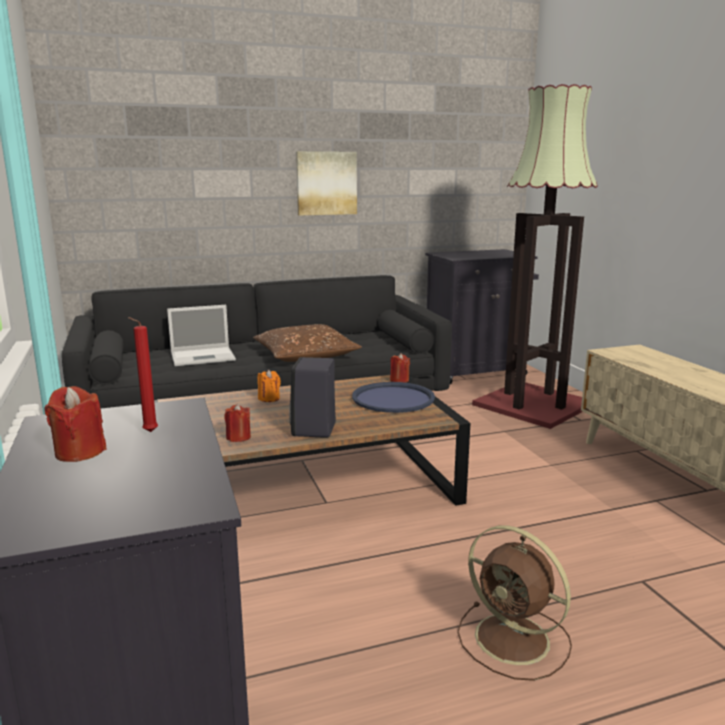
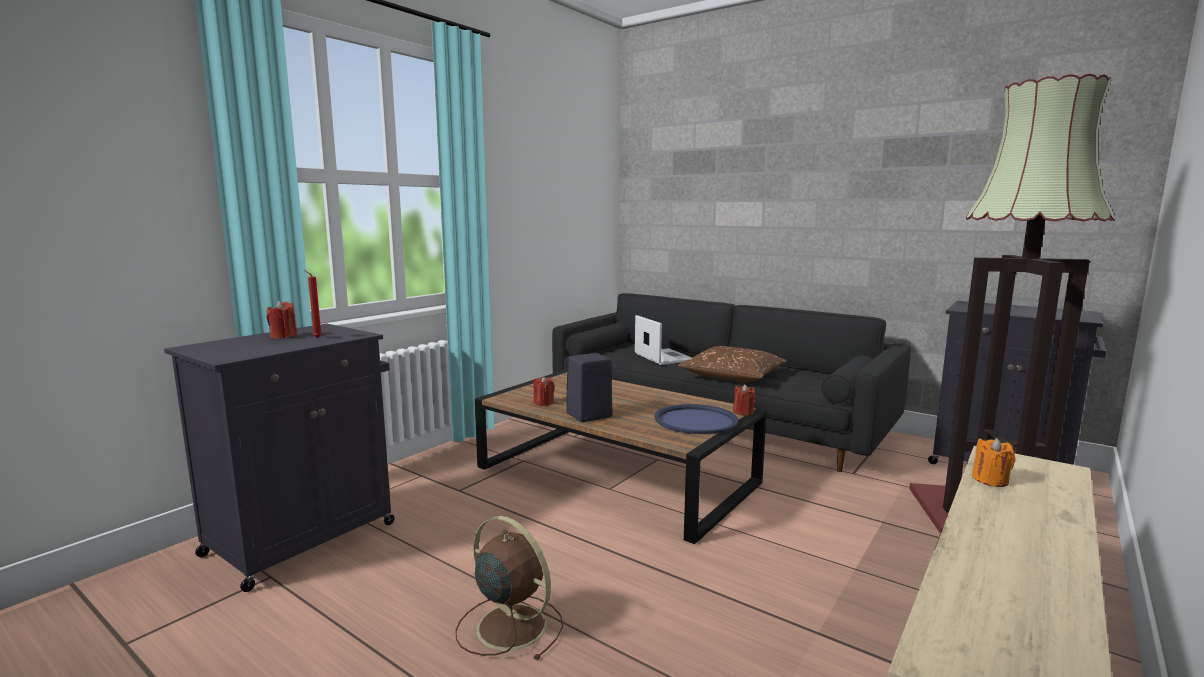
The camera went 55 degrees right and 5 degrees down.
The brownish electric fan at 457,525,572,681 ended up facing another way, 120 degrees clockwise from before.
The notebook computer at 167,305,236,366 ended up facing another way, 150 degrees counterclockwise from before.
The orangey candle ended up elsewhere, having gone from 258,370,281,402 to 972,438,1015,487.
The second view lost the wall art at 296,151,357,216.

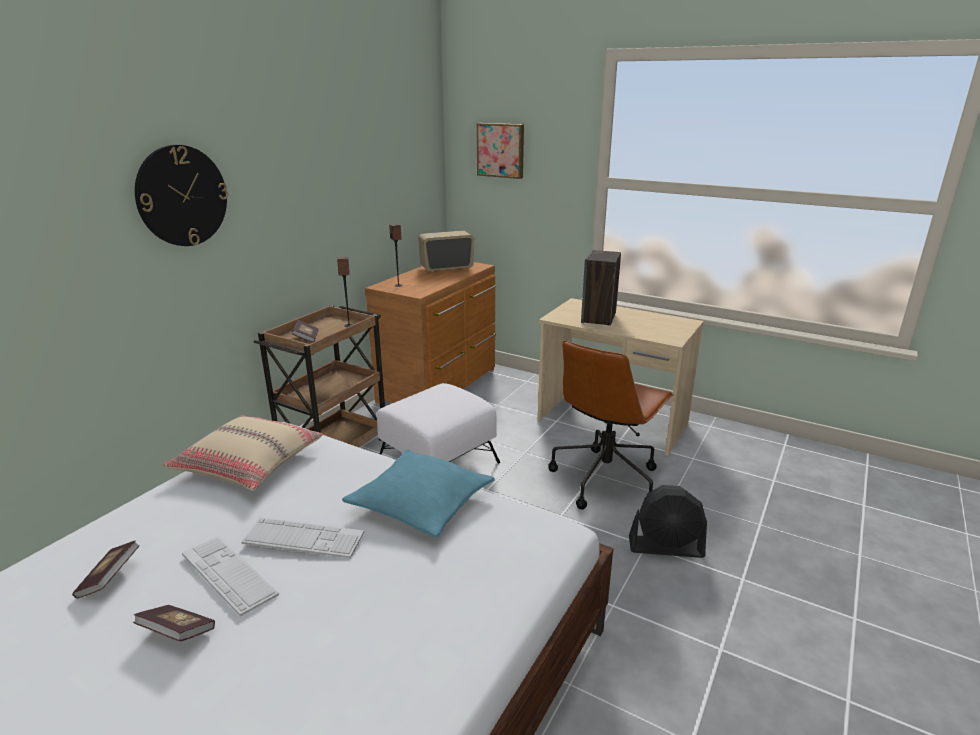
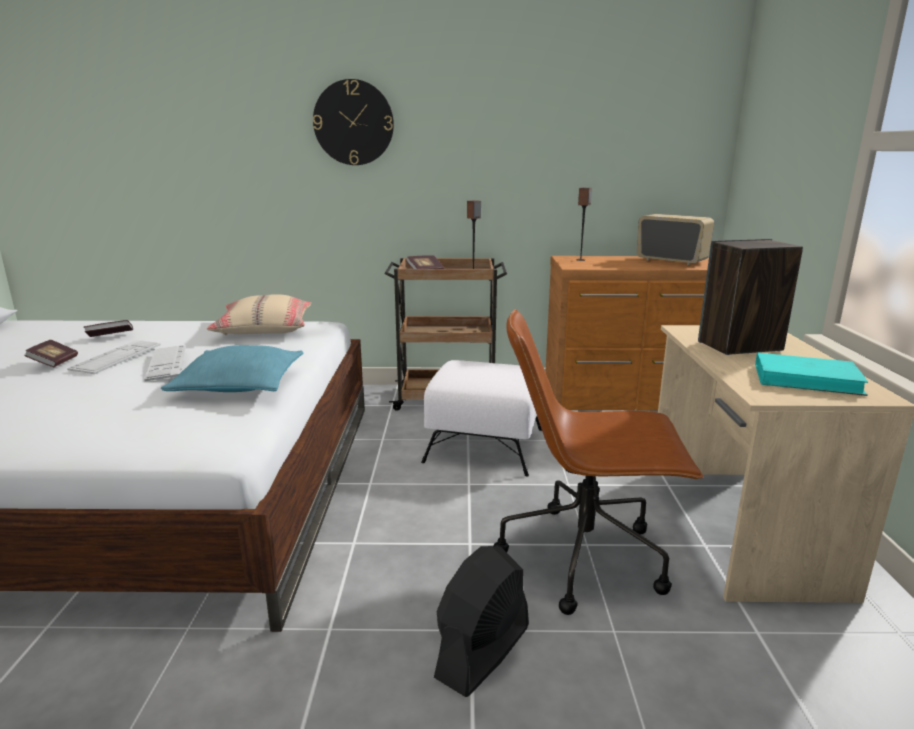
The camera went 60 degrees right and 5 degrees down.
The black electric fan at 629,485,707,558 ended up facing another way, 60 degrees clockwise from before.
The second view gained the turquoise-coloured book at 755,353,868,396.
The second view lost the wall art at 477,123,524,179.

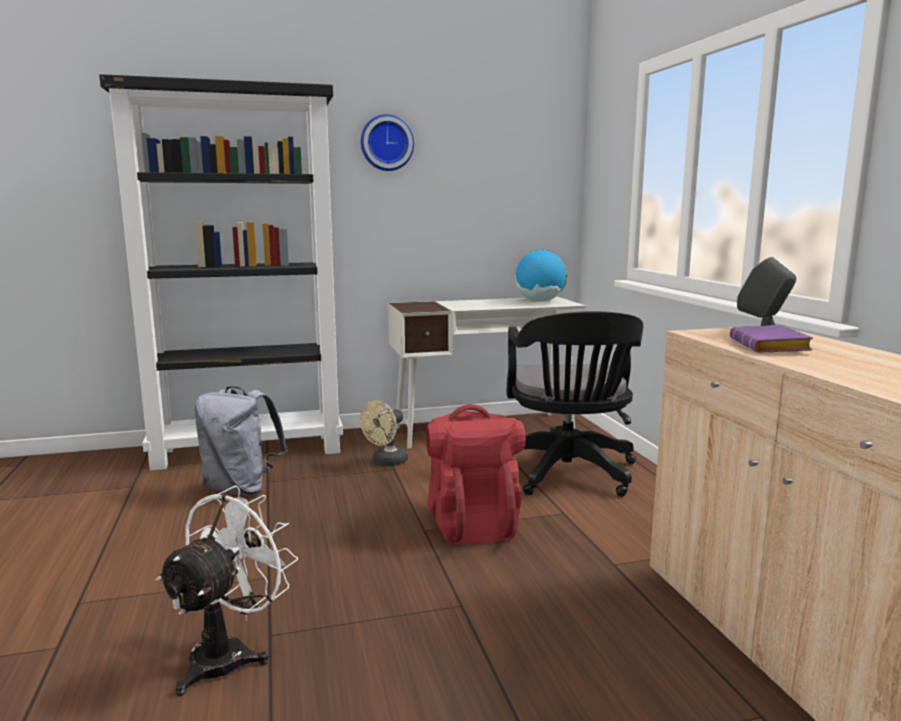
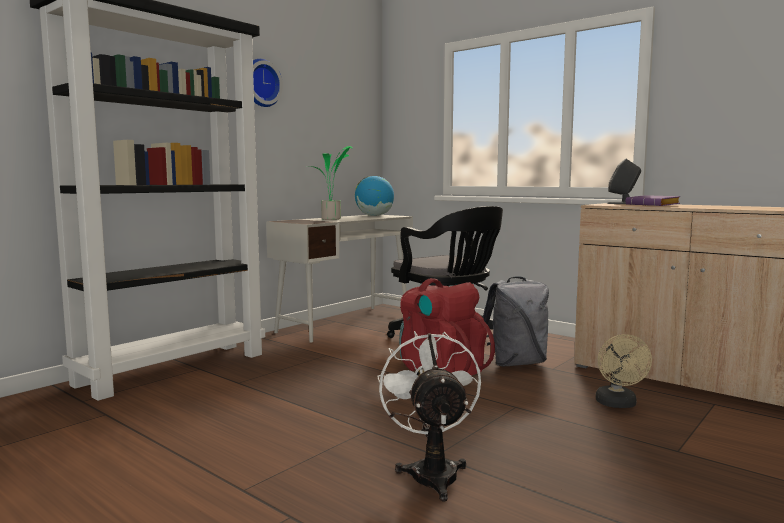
The camera went 35 degrees left and 5 degrees down.
The second view gained the houseplant at 308,146,352,220.
The grey rucksack ended up elsewhere, having gone from 194,386,288,495 to 483,276,549,367.
The sand-coloured electric fan ended up elsewhere, having gone from 360,400,408,466 to 596,334,652,408.

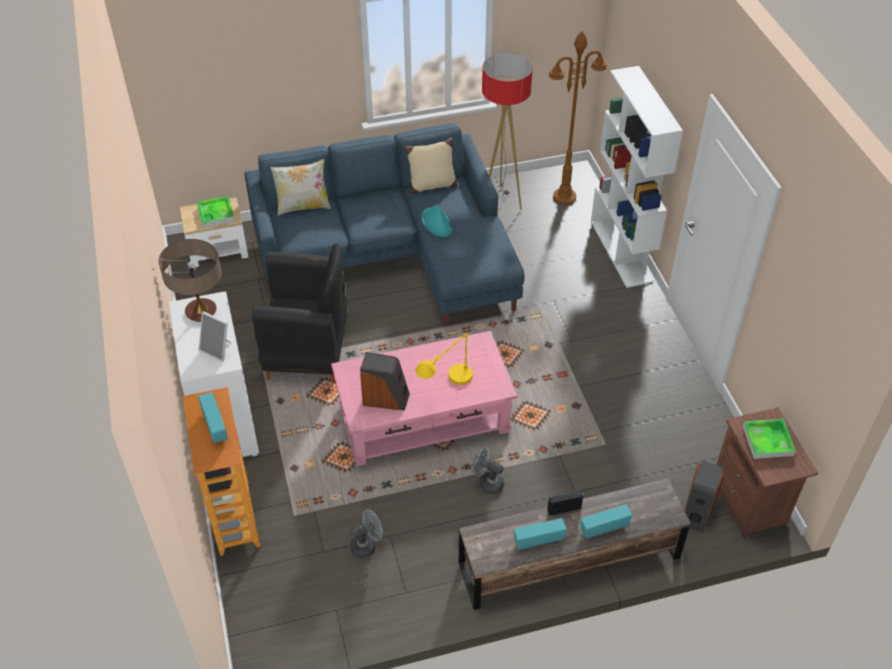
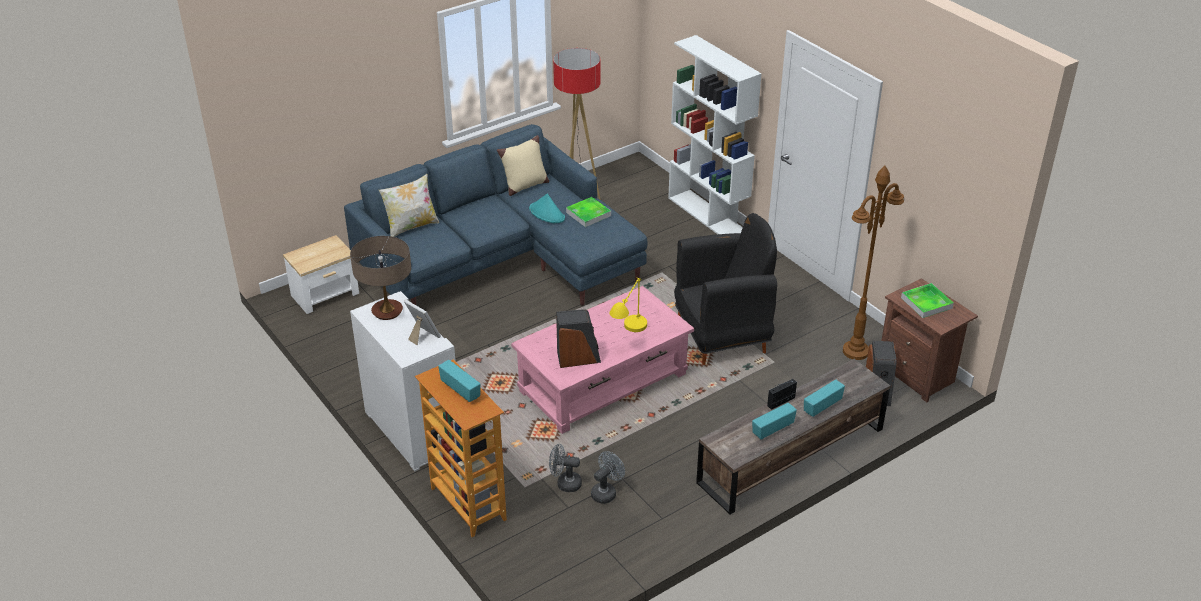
The camera went 20 degrees left and 10 degrees down.
The photo frame at 199,311,231,362 ended up facing another way, 150 degrees counterclockwise from before.
The grey electric fan ended up elsewhere, having gone from 472,446,504,494 to 549,444,582,492.
The carrying tray ended up elsewhere, having gone from 197,196,235,228 to 566,197,611,227.
The black lounge chair ended up elsewhere, having gone from 252,243,348,383 to 674,213,777,365.
The brownish standing lamp ended up elsewhere, having gone from 549,31,607,205 to 843,166,904,360.

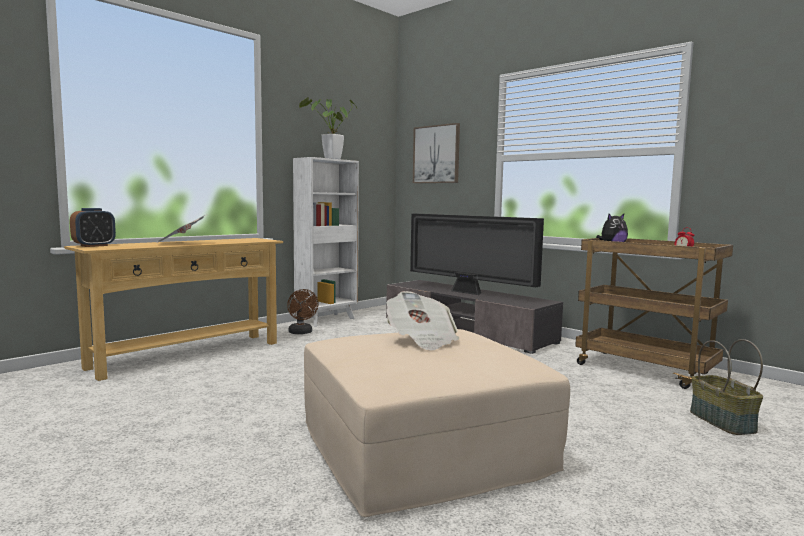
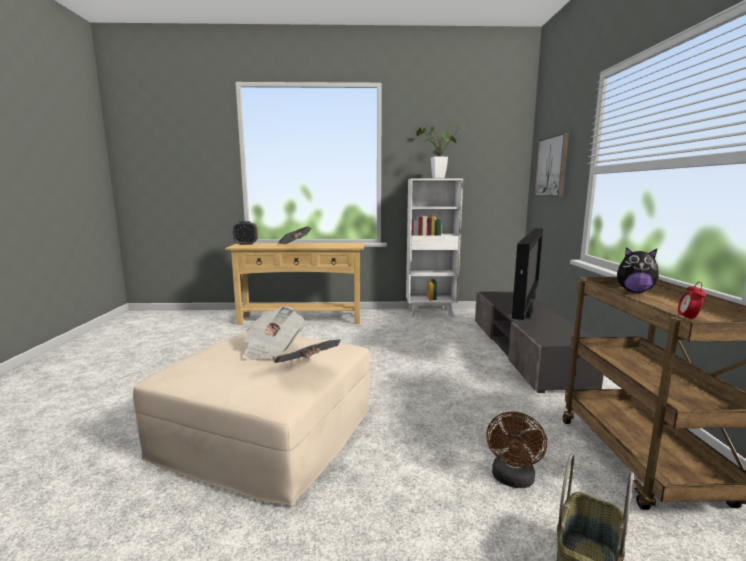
The camera went 45 degrees right and 5 degrees up.
The second view gained the newspaper at 274,340,341,363.
The brownish electric fan ended up elsewhere, having gone from 287,289,319,334 to 486,411,547,488.
The TV set at 410,214,544,295 ended up facing another way, 150 degrees counterclockwise from before.

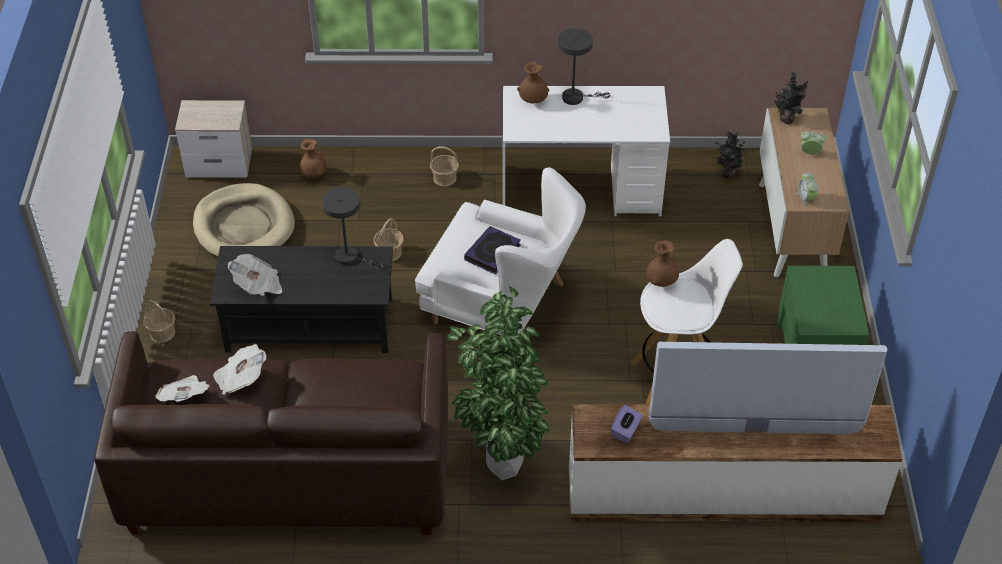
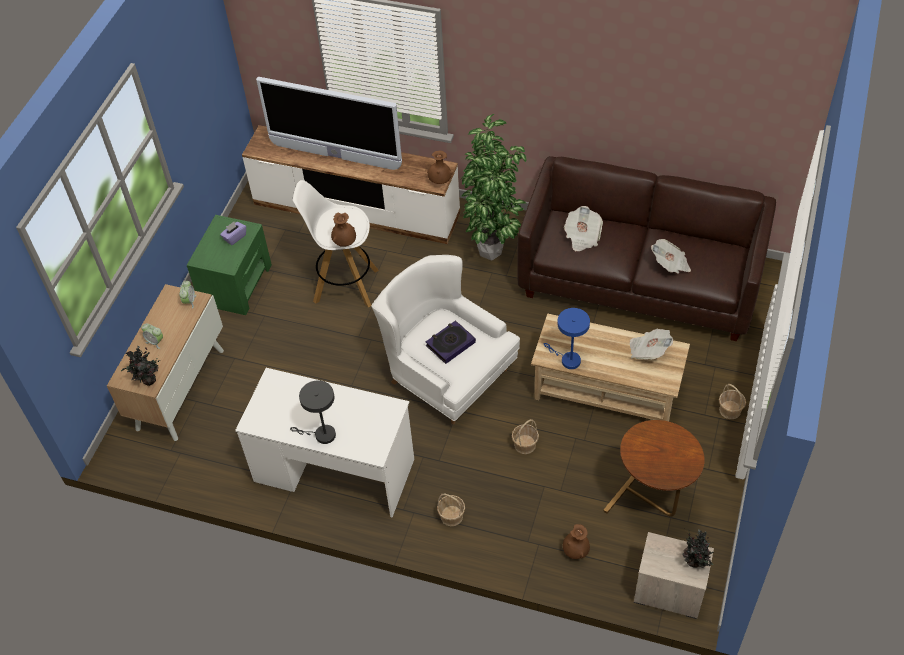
The camera went 160 degrees left and 5 degrees up.
The purple tissue box ended up elsewhere, having gone from 610,405,642,443 to 220,222,246,245.
The brownish flower vase ended up elsewhere, having gone from 517,61,549,103 to 427,151,453,184.
What was the black low table at 210,246,393,353 turned into the sand-coloured low table at 531,313,690,422.
What was the grey lamp for a table at 322,187,383,270 turned into the bluish lamp for a table at 544,308,590,369.
The newspaper ended up elsewhere, having gone from 155,375,210,402 to 564,206,603,252.
Where the sand-coloured pet bed stood at 193,183,295,257, the brownish accent table came to stand at 603,420,705,517.
The houseplant ended up elsewhere, having gone from 714,131,745,178 to 682,529,714,568.

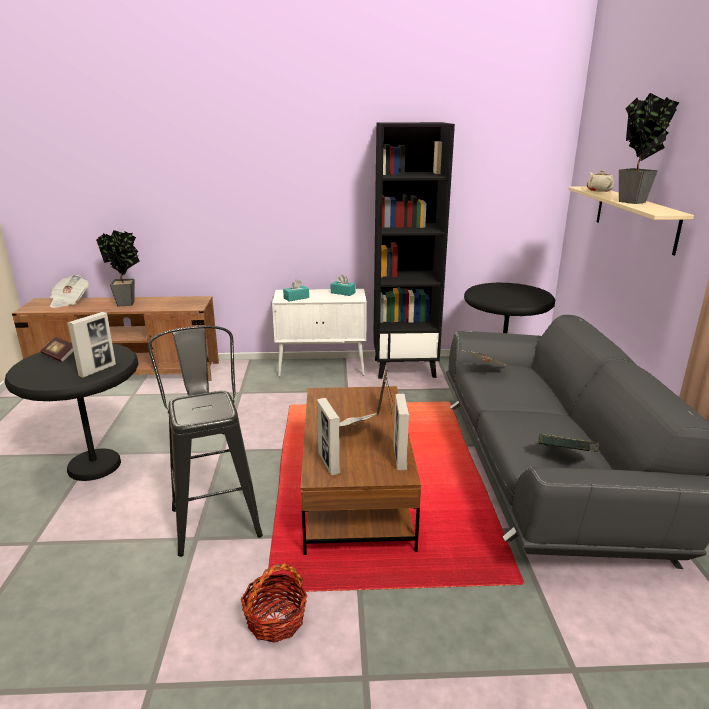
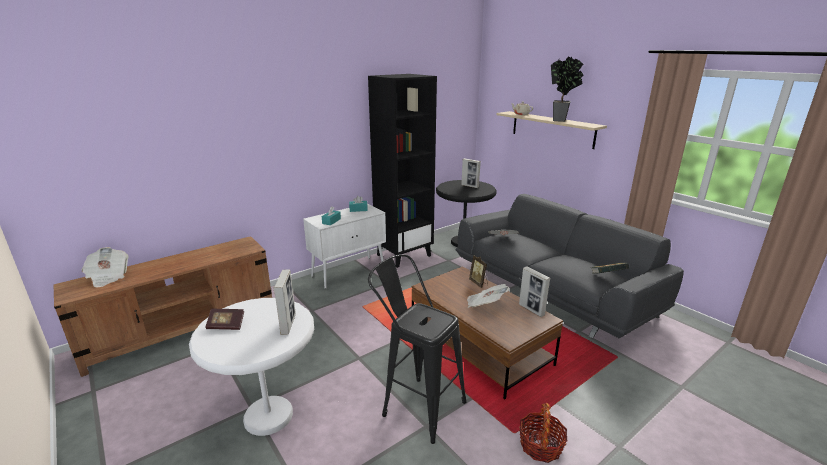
The camera went 35 degrees left and 0 degrees up.
What was the black accent table at 4,344,139,481 turned into the white accent table at 189,298,314,436.
The photo frame ended up elsewhere, having gone from 317,398,340,475 to 461,158,481,188.
The second view lost the houseplant at 96,230,140,306.

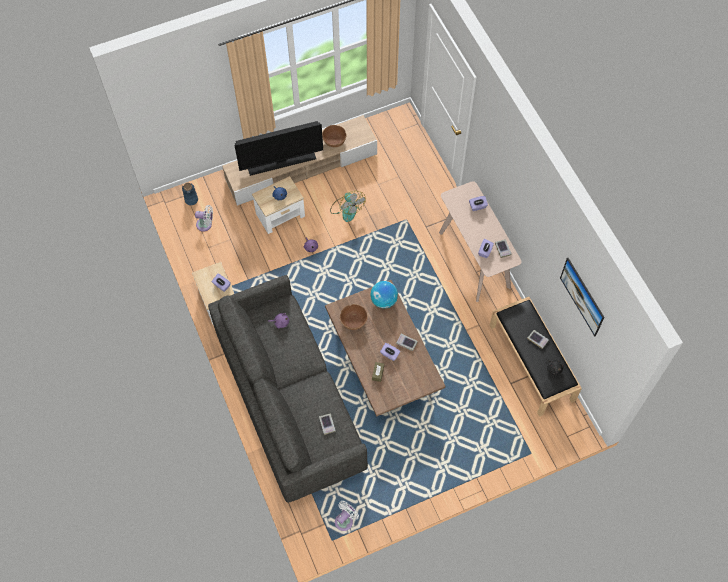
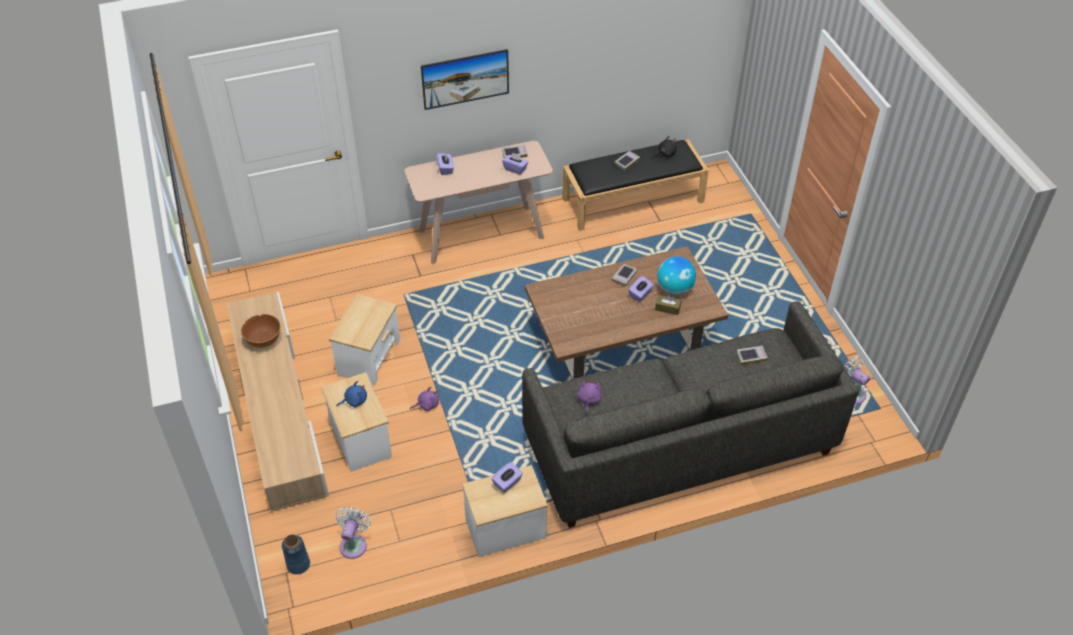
The camera went 85 degrees left and 15 degrees down.
Where the electric fan stood at 330,191,365,222, the accent table came to stand at 329,294,400,386.
The wall art ended up elsewhere, having gone from 560,258,604,336 to 421,49,509,110.
The world globe ended up elsewhere, having gone from 370,281,398,308 to 657,256,696,295.
The second view lost the TV set at 235,121,323,176.
The second view lost the brownish deep dish at 340,304,368,330.

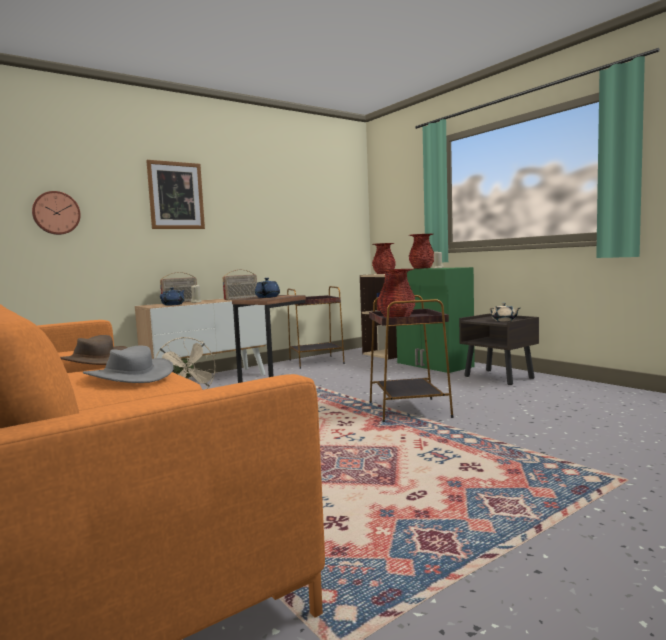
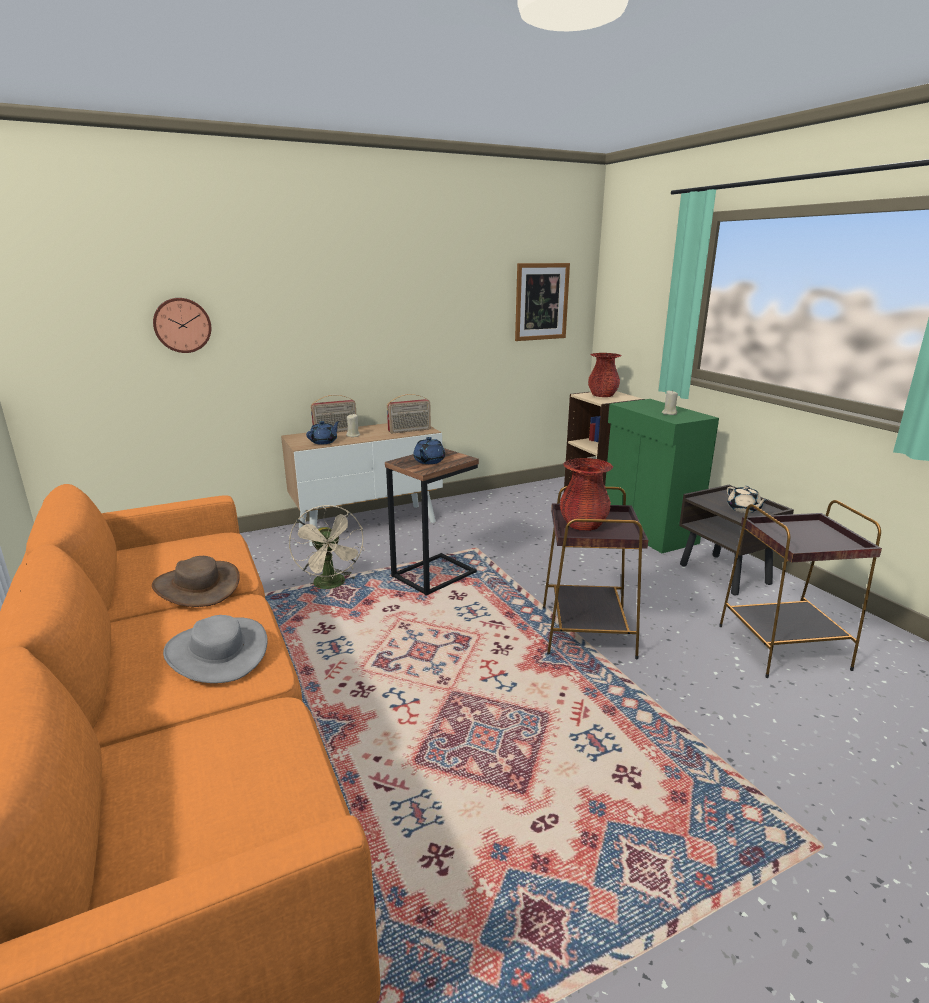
The camera went 10 degrees right and 15 degrees up.
The wall art ended up elsewhere, having gone from 146,160,205,229 to 515,263,570,341.
The brownish accent table ended up elsewhere, having gone from 287,286,345,369 to 719,500,882,678.
The second view lost the red-coloured flower vase at 409,234,434,269.

